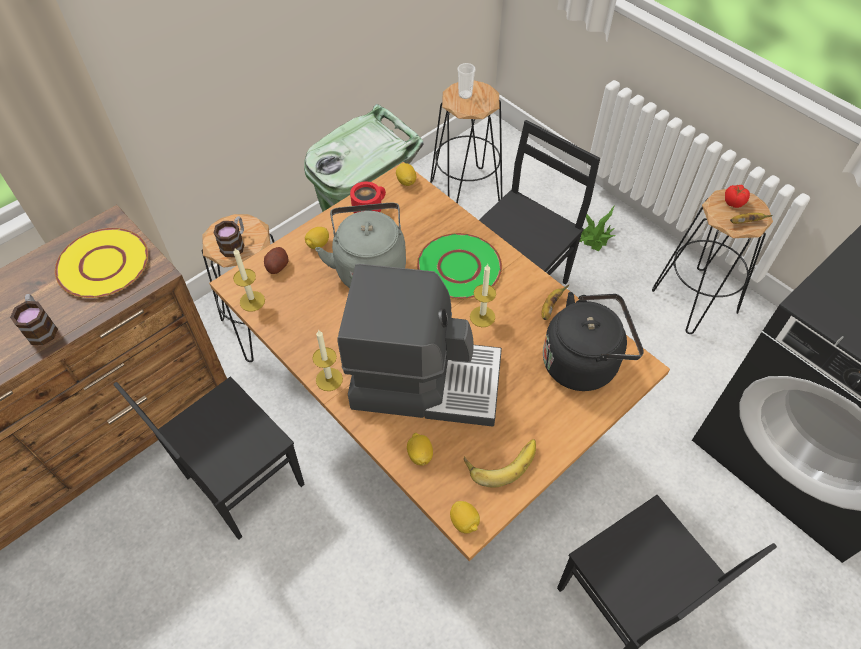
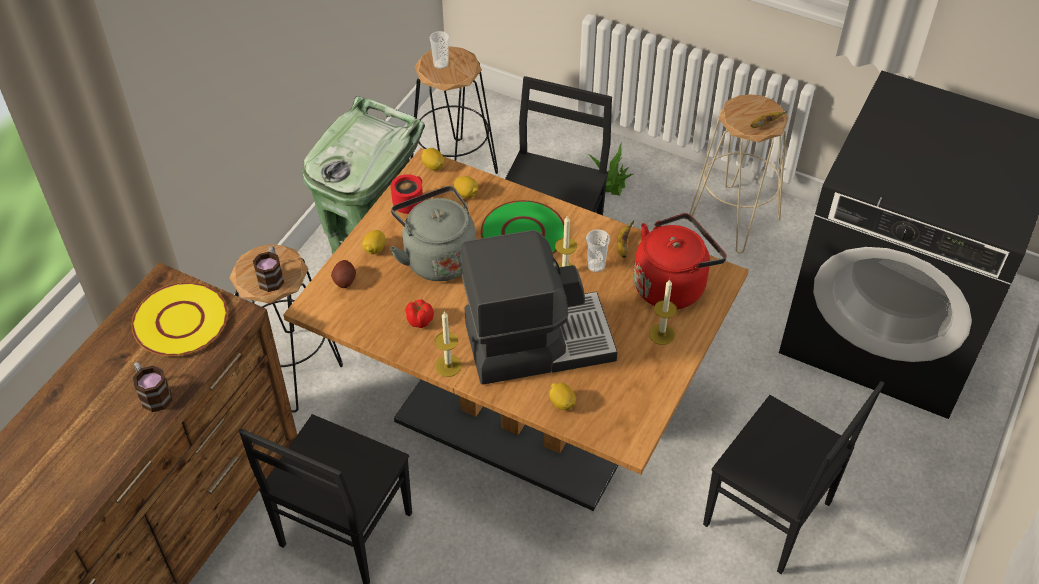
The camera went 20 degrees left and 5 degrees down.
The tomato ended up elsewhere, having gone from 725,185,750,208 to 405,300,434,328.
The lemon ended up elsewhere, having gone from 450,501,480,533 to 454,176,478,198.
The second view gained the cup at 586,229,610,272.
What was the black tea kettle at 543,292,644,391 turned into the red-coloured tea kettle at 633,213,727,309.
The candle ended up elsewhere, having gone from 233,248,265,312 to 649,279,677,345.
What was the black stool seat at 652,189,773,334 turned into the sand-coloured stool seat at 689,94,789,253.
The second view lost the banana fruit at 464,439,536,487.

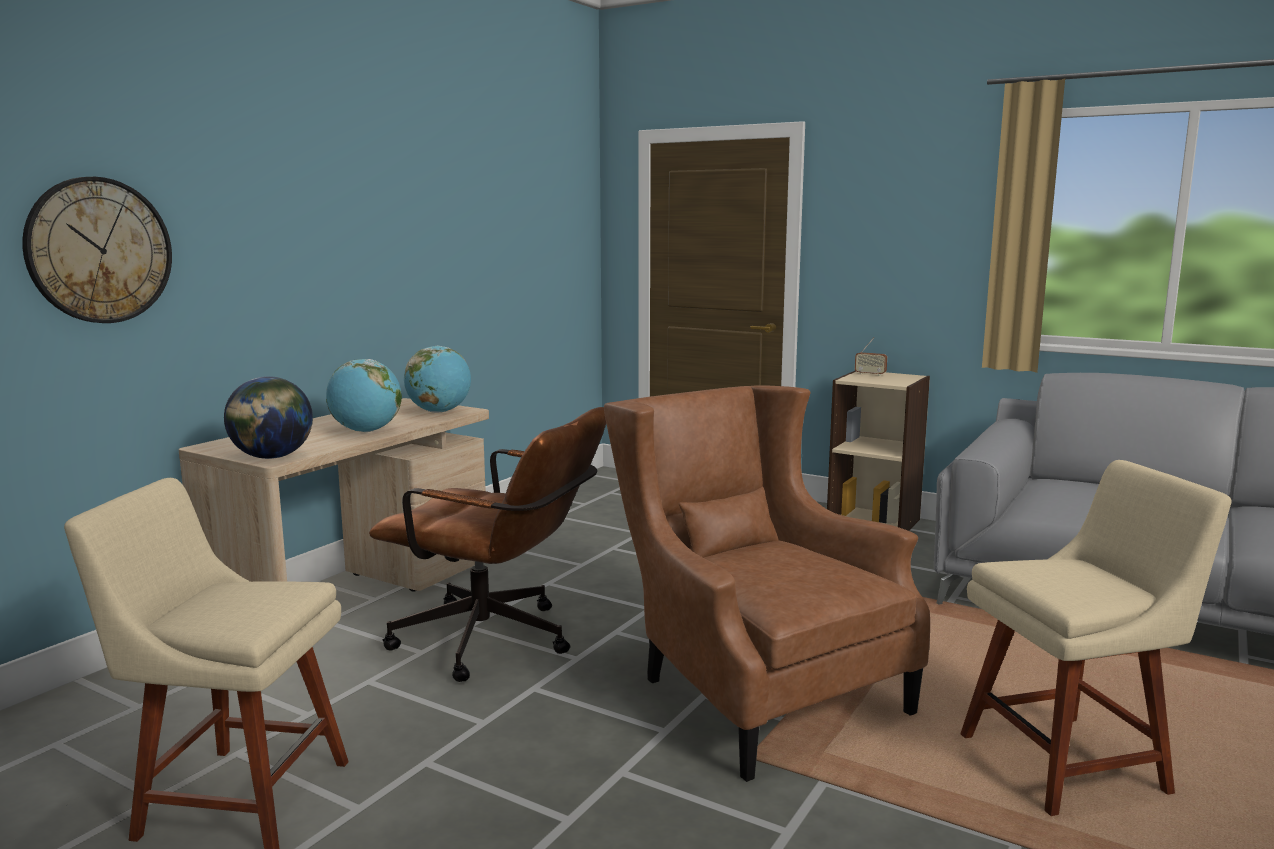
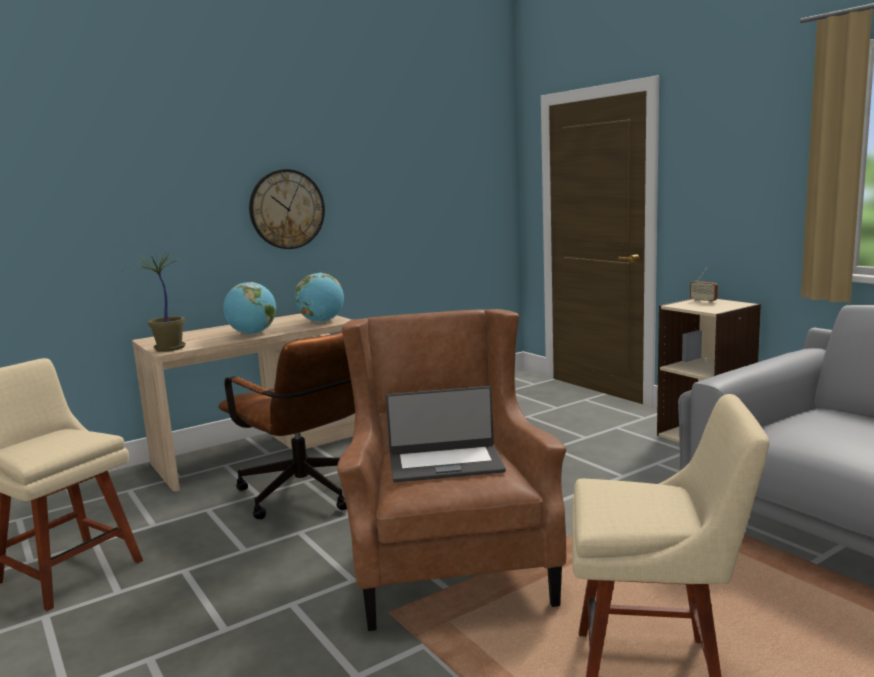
The camera went 25 degrees right and 0 degrees up.
Where the world globe stood at 224,376,313,459, the houseplant came to stand at 125,251,189,352.
The wall clock ended up elsewhere, having gone from 22,177,172,323 to 249,169,325,249.
The second view gained the notebook computer at 386,386,506,482.

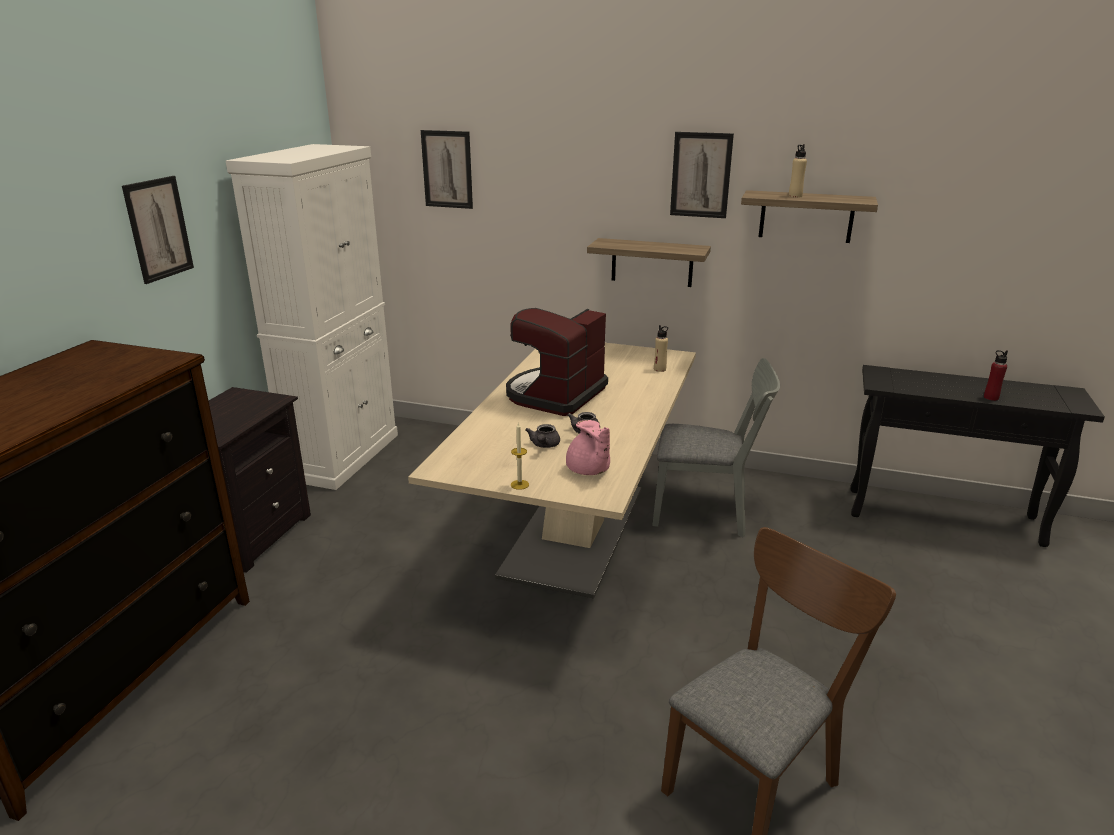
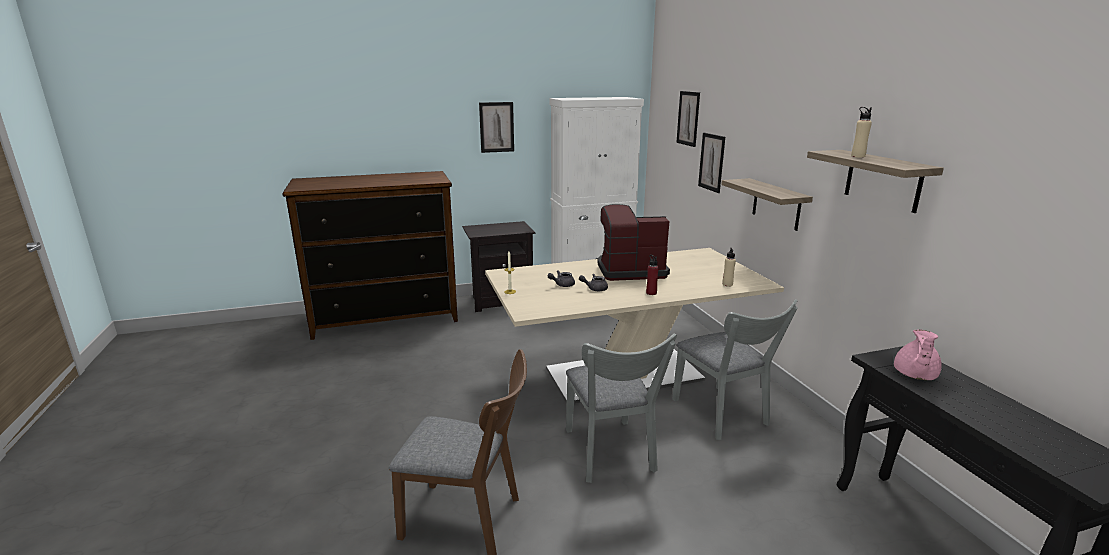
The camera went 55 degrees right and 5 degrees down.
The second view gained the grey upright chair at 566,333,677,483.
The red-coloured bottle ended up elsewhere, having gone from 984,350,1008,401 to 646,255,659,295.
The wall art ended up elsewhere, having gone from 670,132,734,218 to 698,133,725,193.
The pink-coloured teapot ended up elsewhere, having gone from 566,420,610,475 to 894,329,942,380.

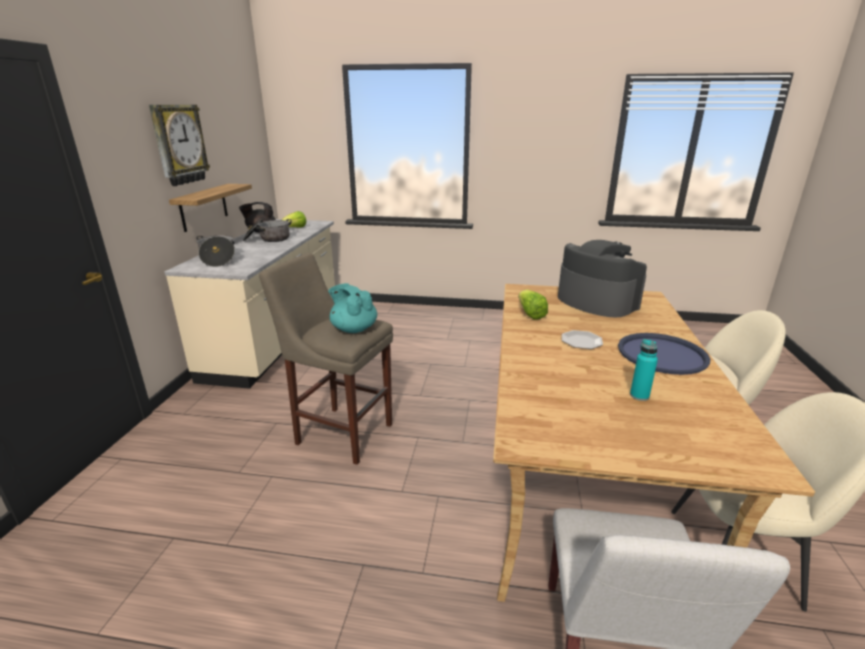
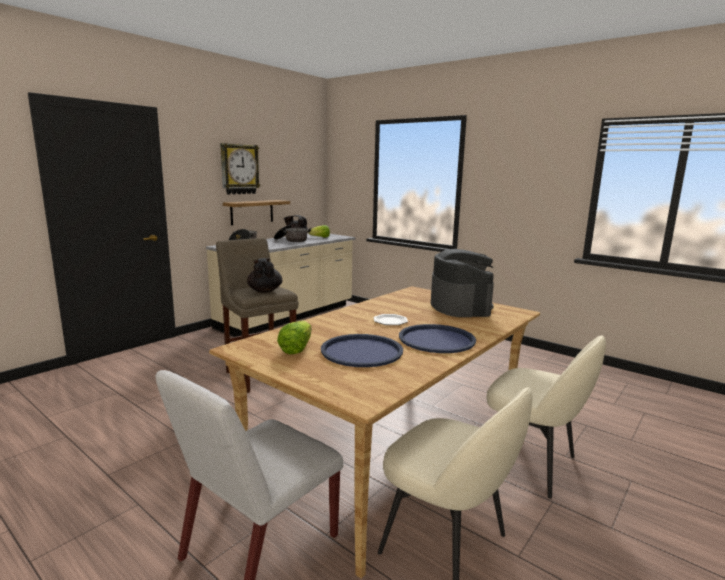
The camera went 30 degrees right and 10 degrees down.
What was the turquoise-coloured teapot at 328,283,377,333 turned into the black teapot at 247,258,282,293.
The lettuce ended up elsewhere, having gone from 518,289,548,320 to 277,321,312,354.
Where the turquoise-coloured bottle stood at 630,339,658,401, the bluish carrying tray came to stand at 321,334,403,367.

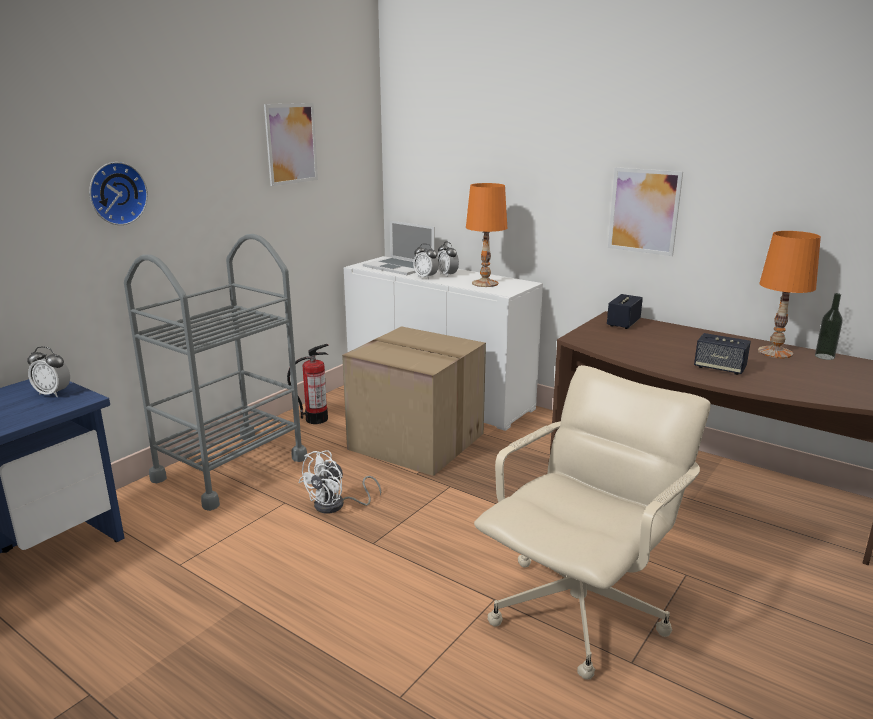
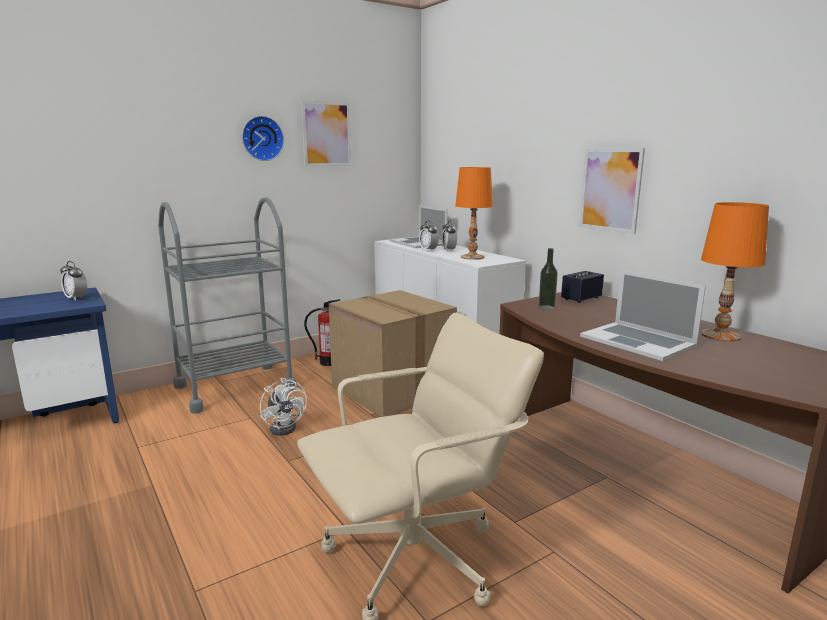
The camera went 20 degrees right and 5 degrees down.
The wall clock ended up elsewhere, having gone from 89,162,148,225 to 242,116,284,161.
The white electric fan at 299,450,381,513 ended up facing another way, 90 degrees counterclockwise from before.
The bottle ended up elsewhere, having gone from 815,293,843,360 to 538,248,558,310.
Where the audio speaker stood at 694,333,751,375, the notebook computer came to stand at 580,270,706,361.

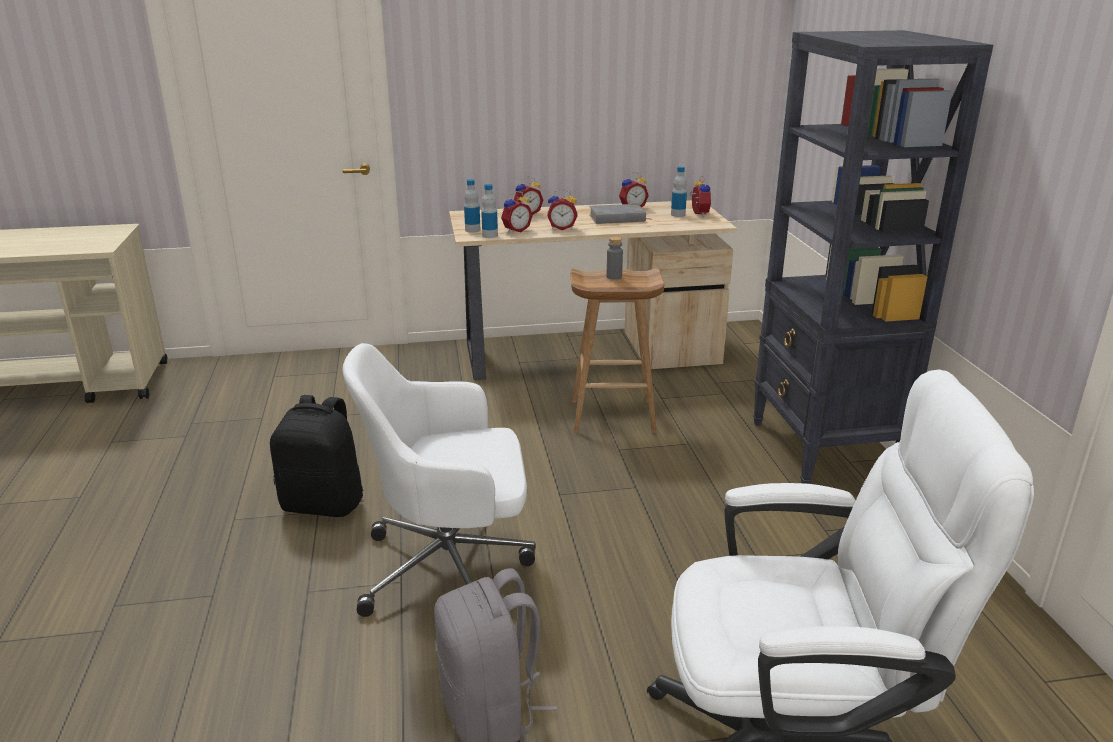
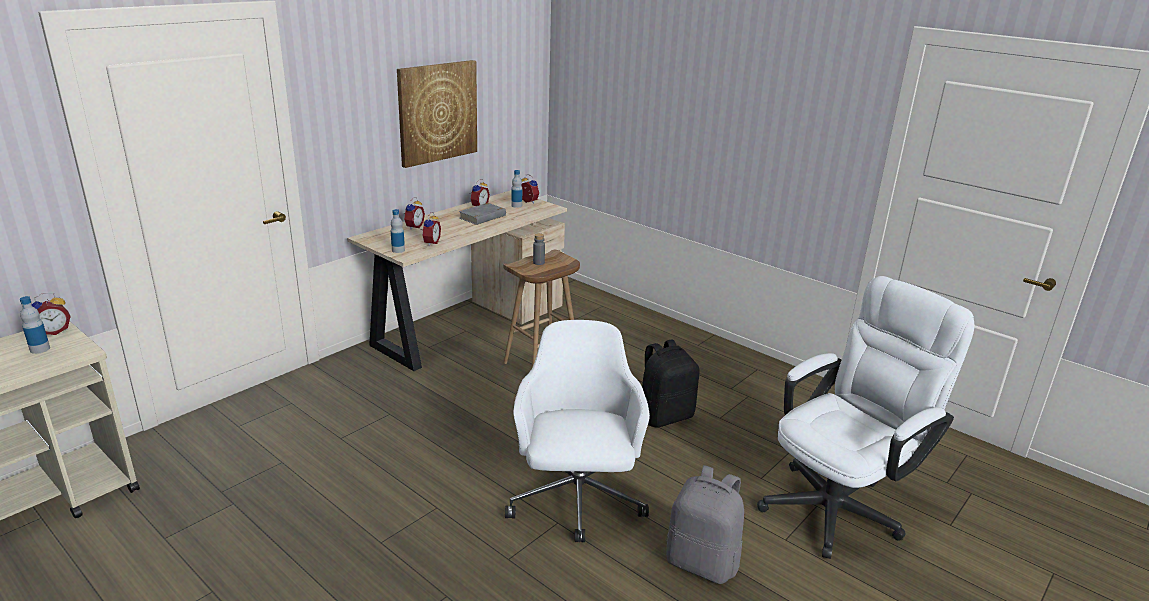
The camera went 40 degrees left and 0 degrees up.
The bottle ended up elsewhere, having gone from 481,184,498,238 to 20,296,50,354.
The bedside clock ended up elsewhere, having gone from 547,189,577,230 to 31,293,71,335.
The second view gained the wall art at 397,60,477,168.
The white office chair at 343,343,536,617 ended up facing another way, 135 degrees clockwise from before.
The black rucksack ended up elsewhere, having gone from 270,395,363,517 to 642,339,699,428.
The second view lost the black bookshelf at 753,30,993,484.

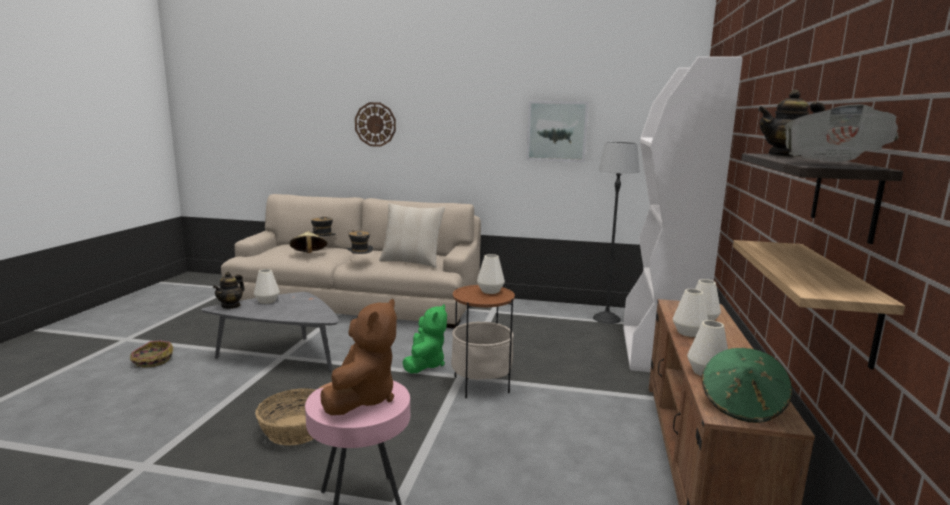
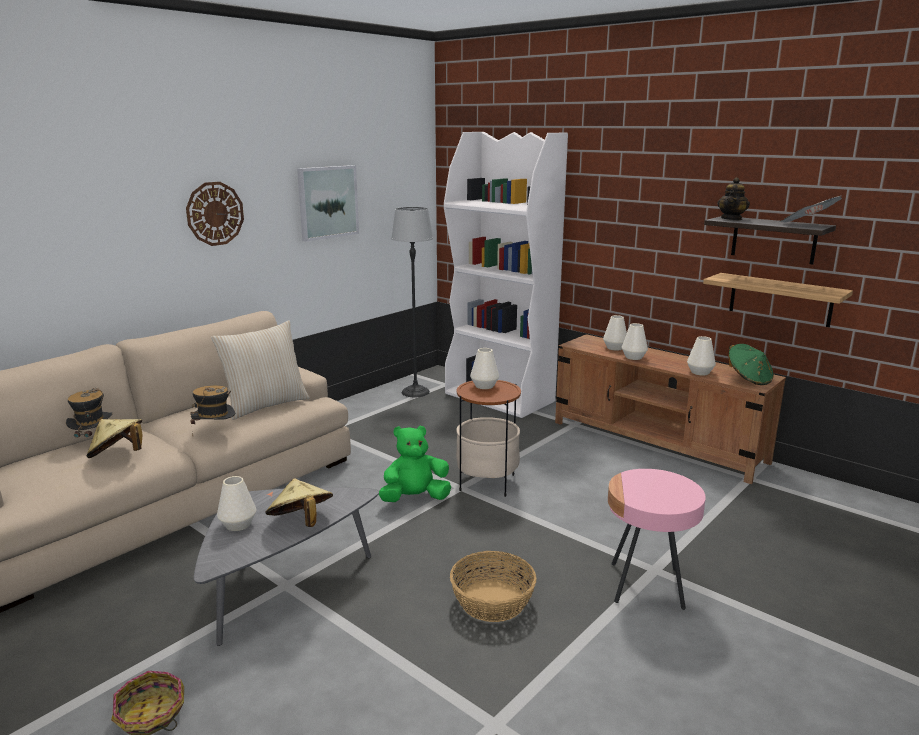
The camera went 60 degrees left and 5 degrees up.
The wall clock ended up elsewhere, having gone from 355,102,396,147 to 186,182,244,246.
The second view gained the sand-coloured hat at 266,478,333,527.
The green soft toy at 403,304,447,373 ended up facing another way, 60 degrees counterclockwise from before.
The second view lost the teapot at 213,272,245,309.
The second view lost the brownish soft toy at 320,299,397,415.

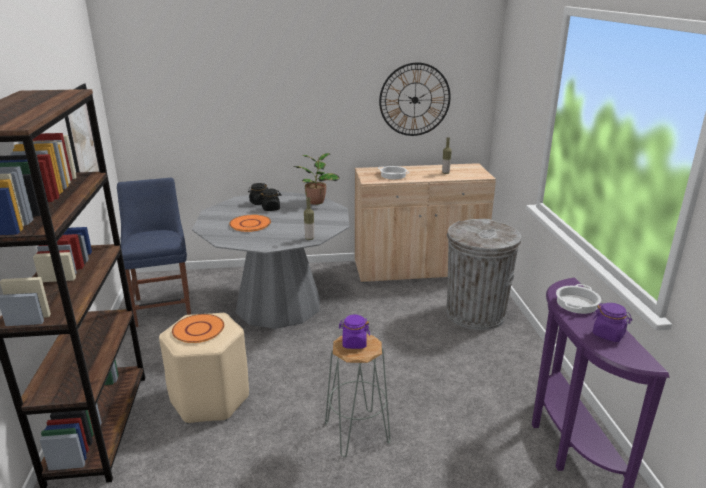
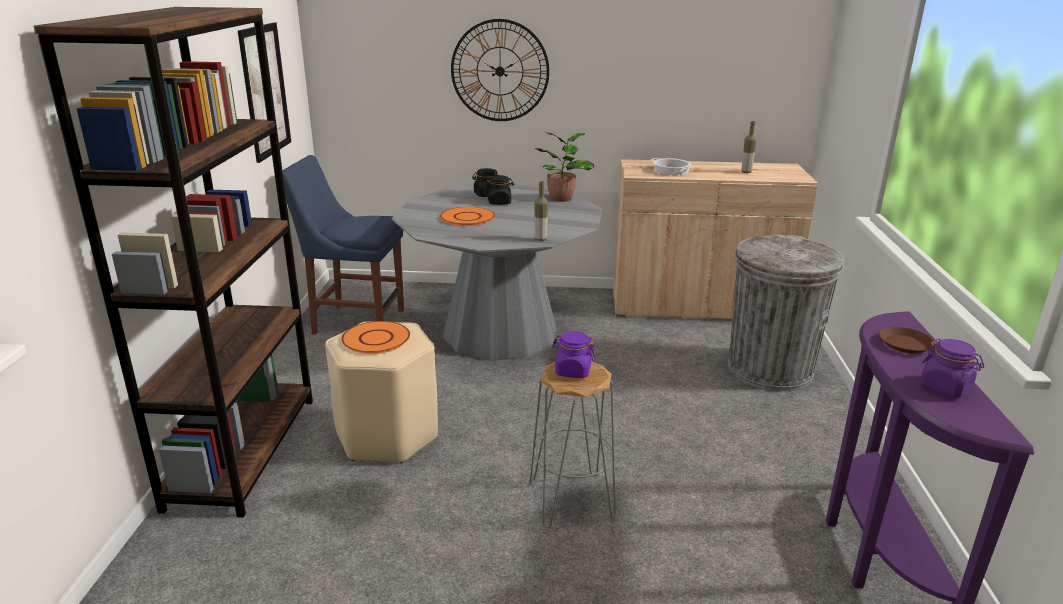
The camera went 10 degrees right and 0 degrees up.
The bluish upright chair at 117,178,191,327 ended up facing another way, 75 degrees counterclockwise from before.
The wall clock ended up elsewhere, having gone from 379,62,451,136 to 451,19,549,121.
Where the saucepot stood at 556,284,601,314, the brownish plate came to stand at 879,327,933,354.

